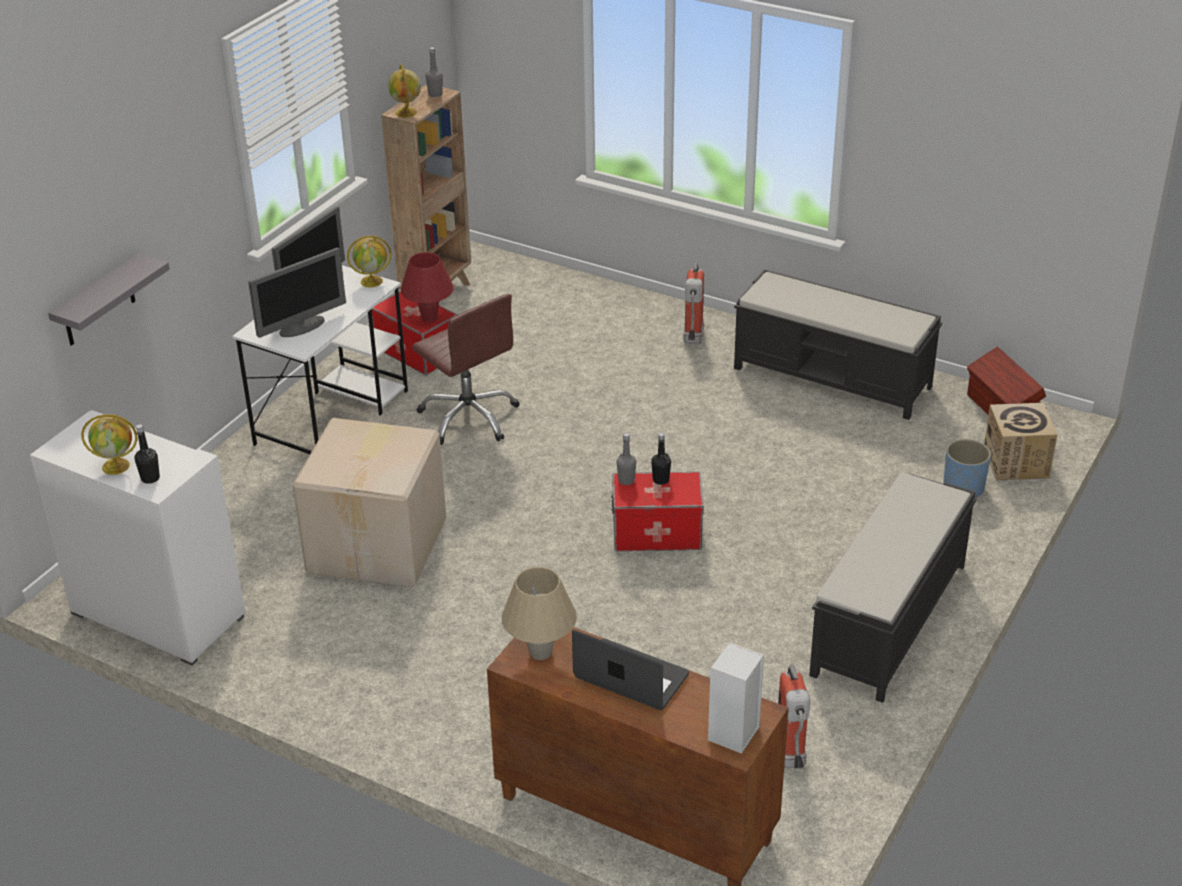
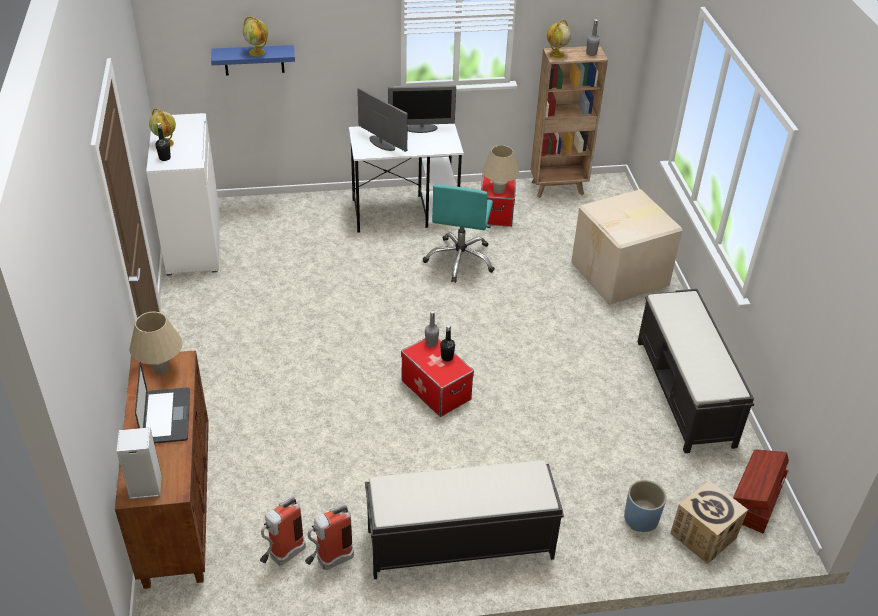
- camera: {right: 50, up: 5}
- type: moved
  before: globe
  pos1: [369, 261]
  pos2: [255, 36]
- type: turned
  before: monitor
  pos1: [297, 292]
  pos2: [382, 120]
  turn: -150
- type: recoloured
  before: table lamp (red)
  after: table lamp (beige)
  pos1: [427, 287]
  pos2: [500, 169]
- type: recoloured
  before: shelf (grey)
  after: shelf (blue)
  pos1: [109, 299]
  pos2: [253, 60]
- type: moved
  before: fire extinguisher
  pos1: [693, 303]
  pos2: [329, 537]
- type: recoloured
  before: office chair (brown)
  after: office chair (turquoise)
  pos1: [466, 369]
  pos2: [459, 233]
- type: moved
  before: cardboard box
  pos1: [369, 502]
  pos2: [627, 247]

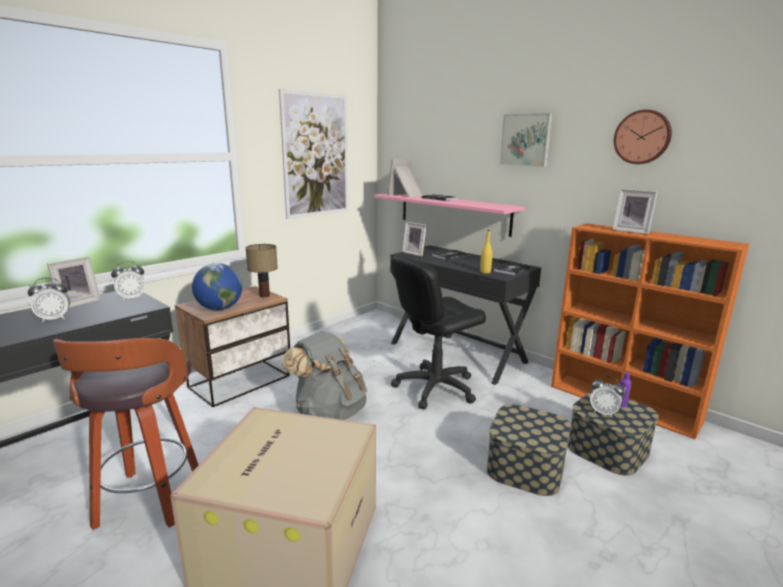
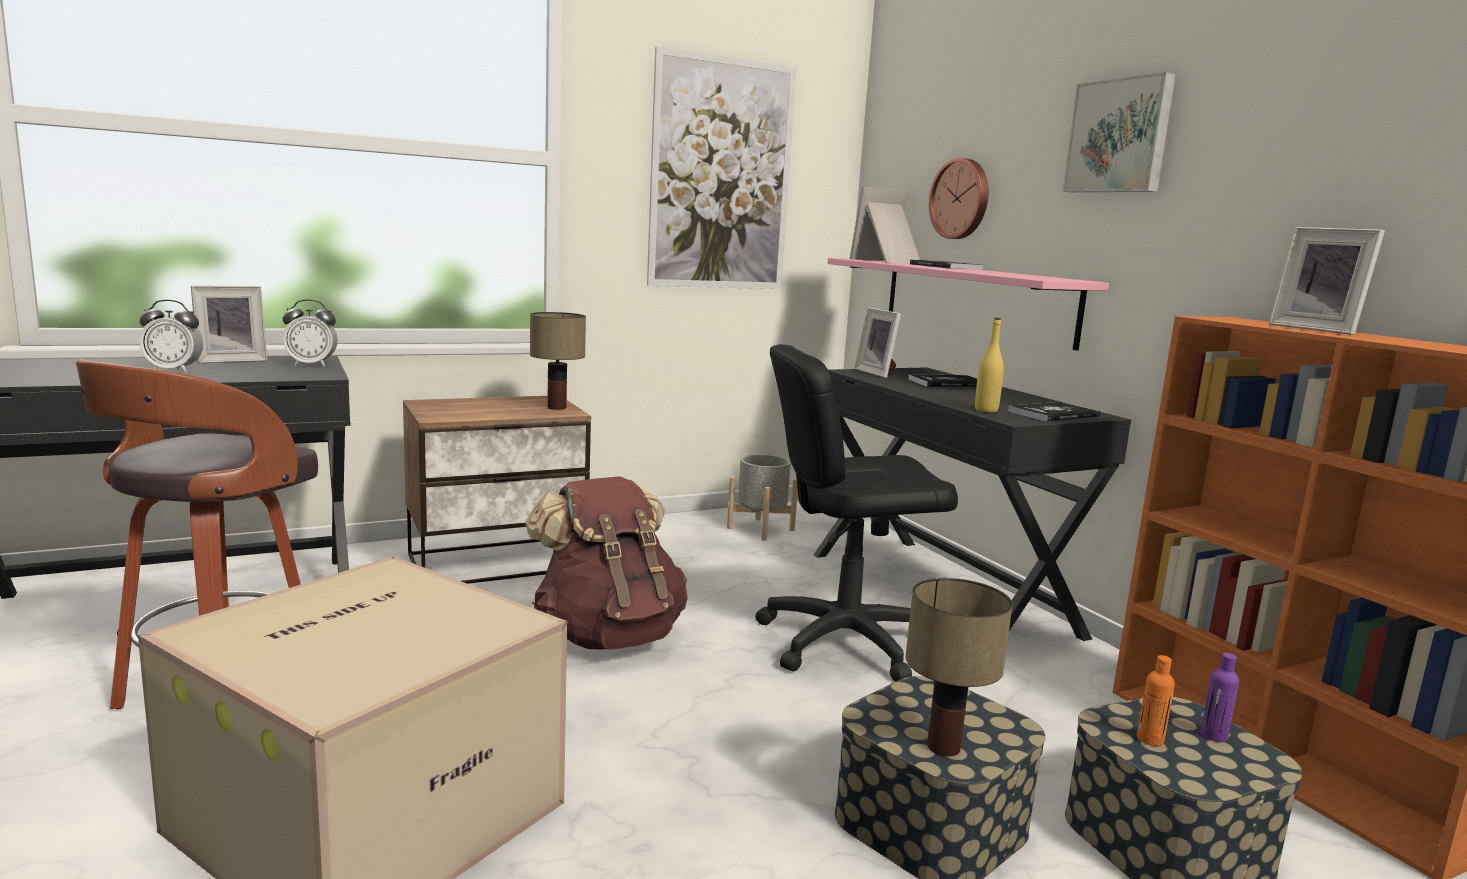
- camera: {right: 20, up: -5}
- type: moved
  before: wall clock
  pos1: [643, 136]
  pos2: [958, 198]
- type: removed
  before: globe
  pos1: [217, 286]
- type: recoloured
  before: backpack (grey)
  after: backpack (brown)
  pos1: [324, 375]
  pos2: [607, 563]
- type: replaced
  before: alarm clock
  after: bottle (orange)
  pos1: [607, 396]
  pos2: [1156, 700]
- type: added
  after: planter (grey)
  pos2: [762, 497]
- type: added
  after: table lamp
  pos2: [959, 667]

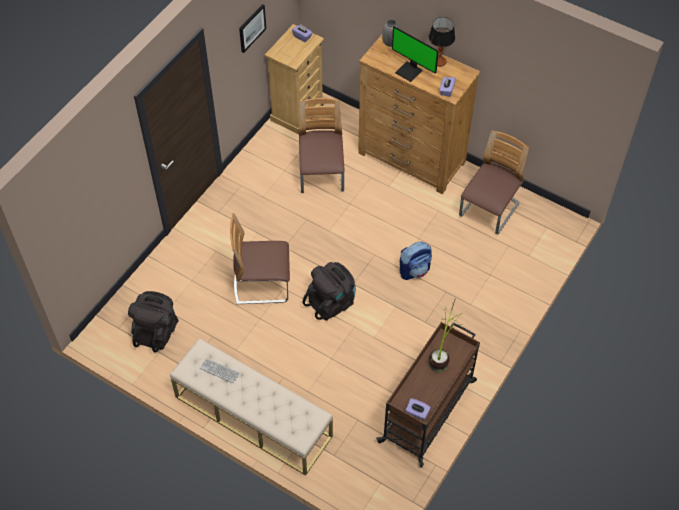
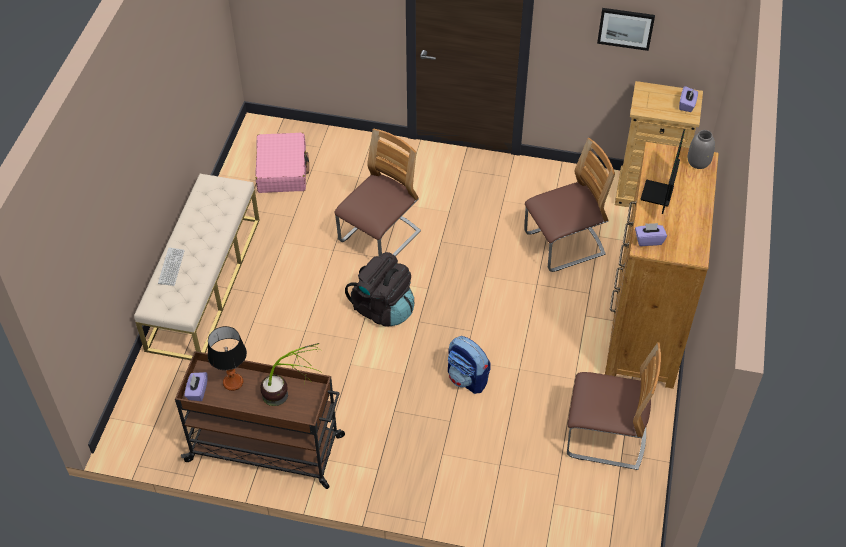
- camera: {right: 70, up: -5}
- type: moved
  before: table lamp
  pos1: [442, 42]
  pos2: [227, 358]
- type: turned
  before: chair
  pos1: [260, 258]
  pos2: [377, 192]
  turn: 60
- type: replaced
  before: backpack (black)
  after: suitcase (pink)
  pos1: [153, 321]
  pos2: [282, 162]
- type: moved
  before: keyboard
  pos1: [220, 370]
  pos2: [171, 267]

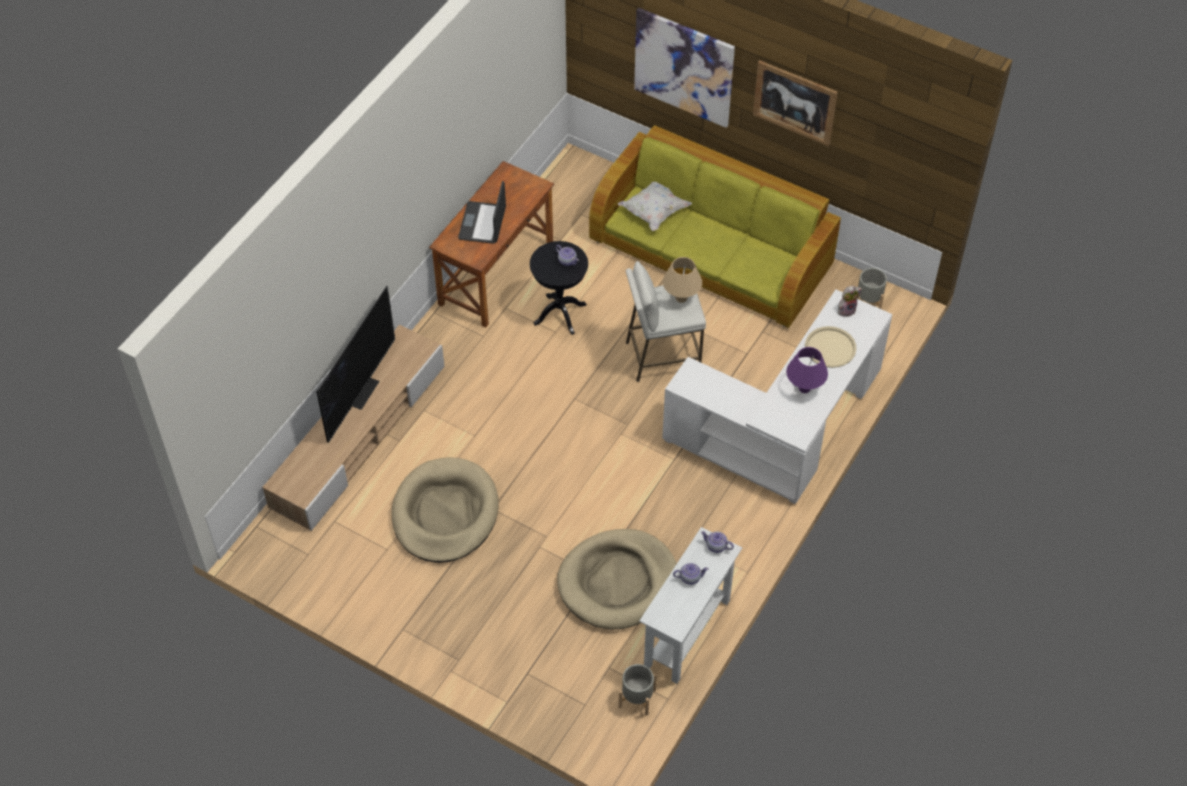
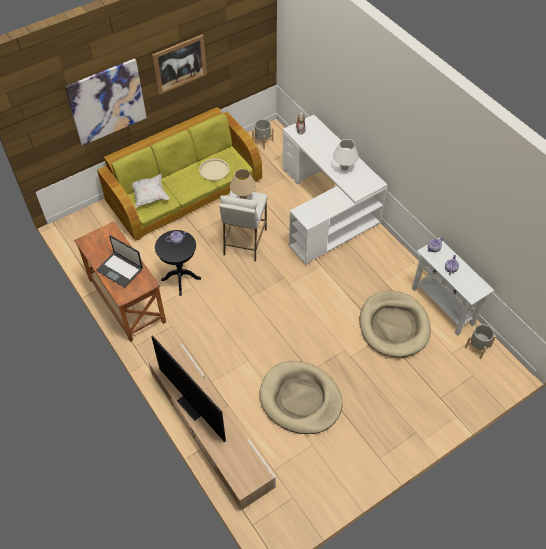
- camera: {right: -65, up: 0}
- type: moved
  before: tray (beige)
  pos1: [830, 347]
  pos2: [214, 169]
- type: recoloured
  before: table lamp (purple)
  after: table lamp (white)
  pos1: [807, 370]
  pos2: [346, 155]

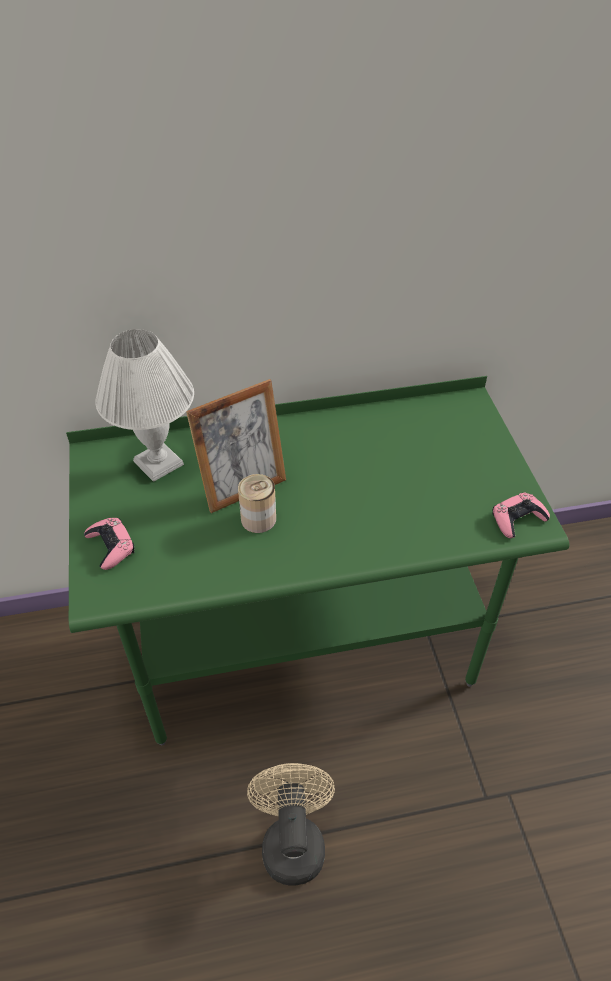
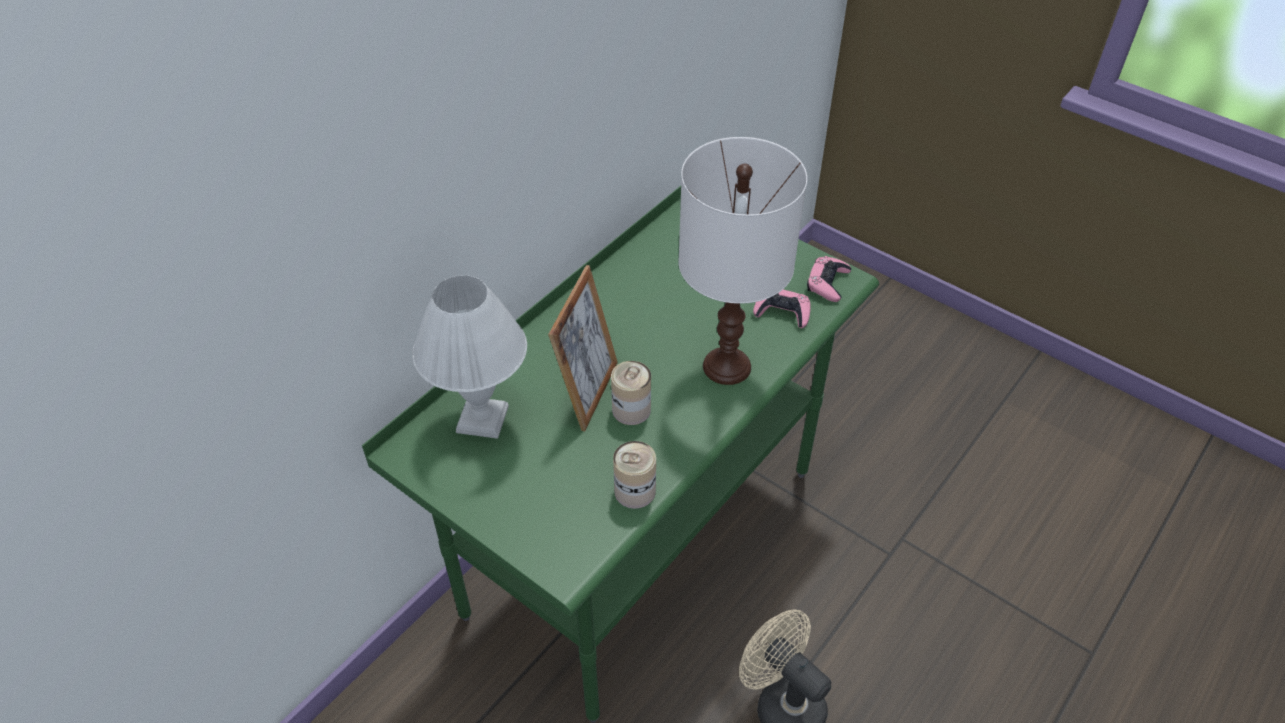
- camera: {right: -40, up: 0}
- type: moved
  before: game controller (pink)
  pos1: [109, 544]
  pos2: [781, 309]
- type: added
  after: table lamp (white)
  pos2: [742, 261]
- type: added
  after: can
  pos2: [634, 475]

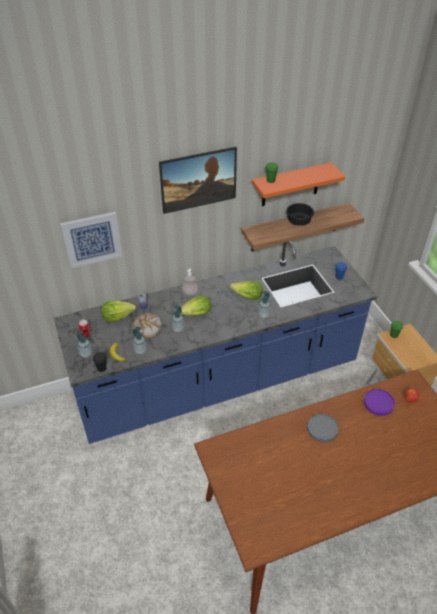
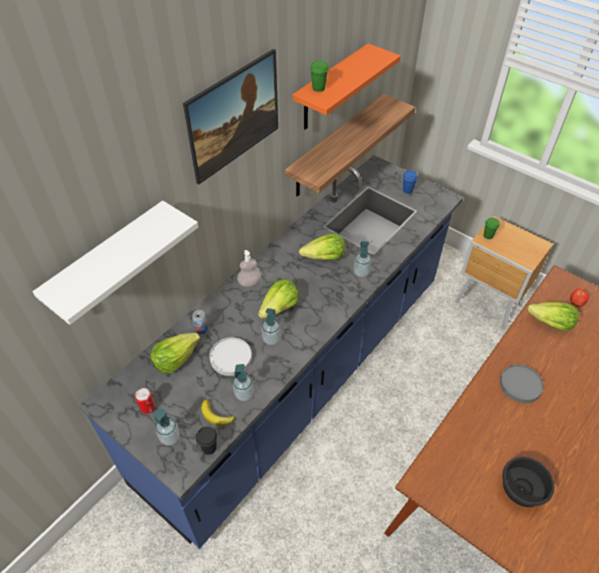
- camera: {right: -30, up: 5}
- type: moved
  before: bowl (black)
  pos1: [300, 214]
  pos2: [528, 482]
- type: replaced
  before: picture
  after: shelf (white)
  pos1: [91, 240]
  pos2: [115, 263]
- type: replaced
  before: bread
  after: plate (white)
  pos1: [147, 326]
  pos2: [231, 356]
- type: replaced
  before: plate (purple)
  after: lettuce
  pos1: [379, 402]
  pos2: [553, 316]

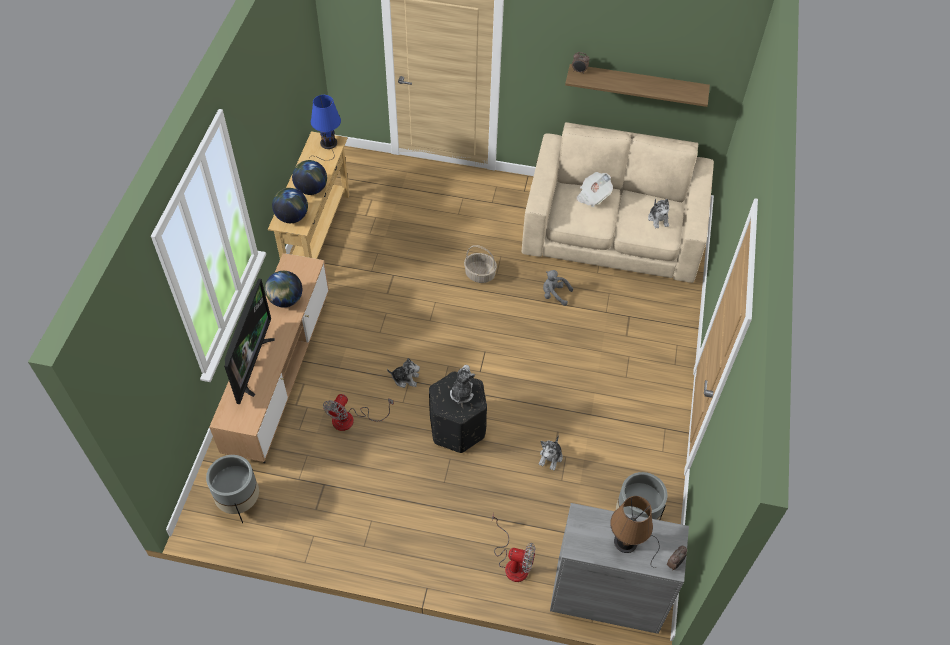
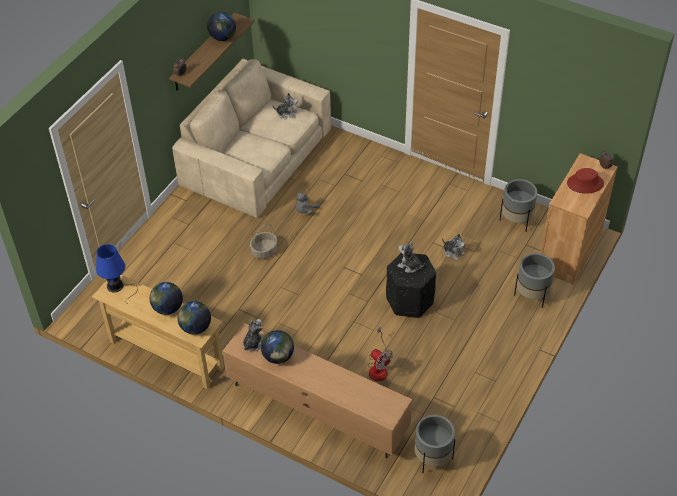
- camera: {right: -70, up: -5}
- type: removed
  before: newspaper
  pos1: [594, 189]
- type: removed
  before: television
  pos1: [249, 341]
- type: moved
  before: plush toy
  pos1: [403, 373]
  pos2: [253, 335]
- type: replaced
  before: table lamp (brown)
  after: hat (red)
  pos1: [635, 532]
  pos2: [585, 181]
- type: recoloured
  before: cabinet (grey)
  after: cabinet (brown)
  pos1: [619, 568]
  pos2: [578, 219]
- type: replaced
  before: fan
  after: planter (grey)
  pos1: [513, 547]
  pos2: [534, 280]
- type: added
  after: globe
  pos2: [221, 26]

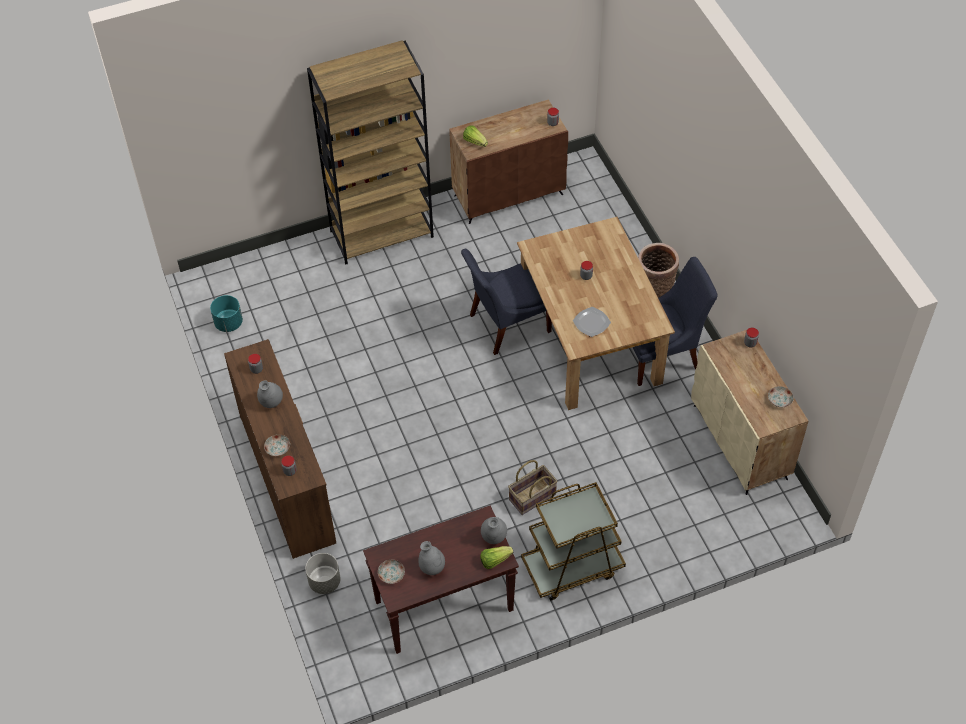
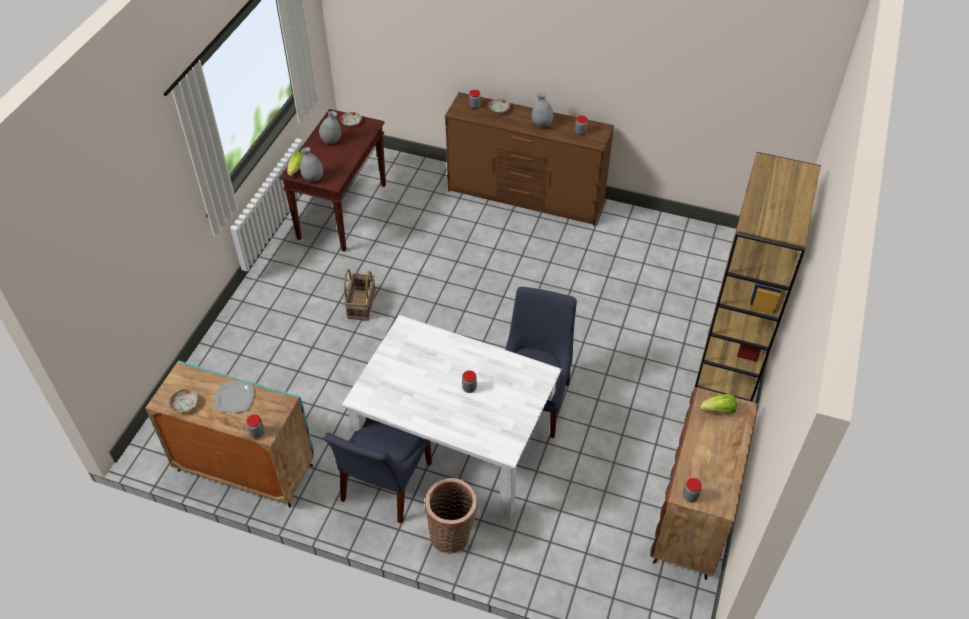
- camera: {right: 130, up: -5}
- type: recoloured
  before: dining table (brown)
  after: dining table (white)
  pos1: [596, 313]
  pos2: [452, 417]
- type: removed
  before: planter (turquoise)
  pos1: [226, 313]
- type: moved
  before: plate
  pos1: [592, 322]
  pos2: [234, 397]
- type: recoloured
  before: cabinet (beige)
  after: cabinet (turquoise)
  pos1: [749, 412]
  pos2: [229, 433]
- type: removed
  before: cart (brown)
  pos1: [573, 541]
- type: removed
  before: planter (grey)
  pos1: [323, 573]

